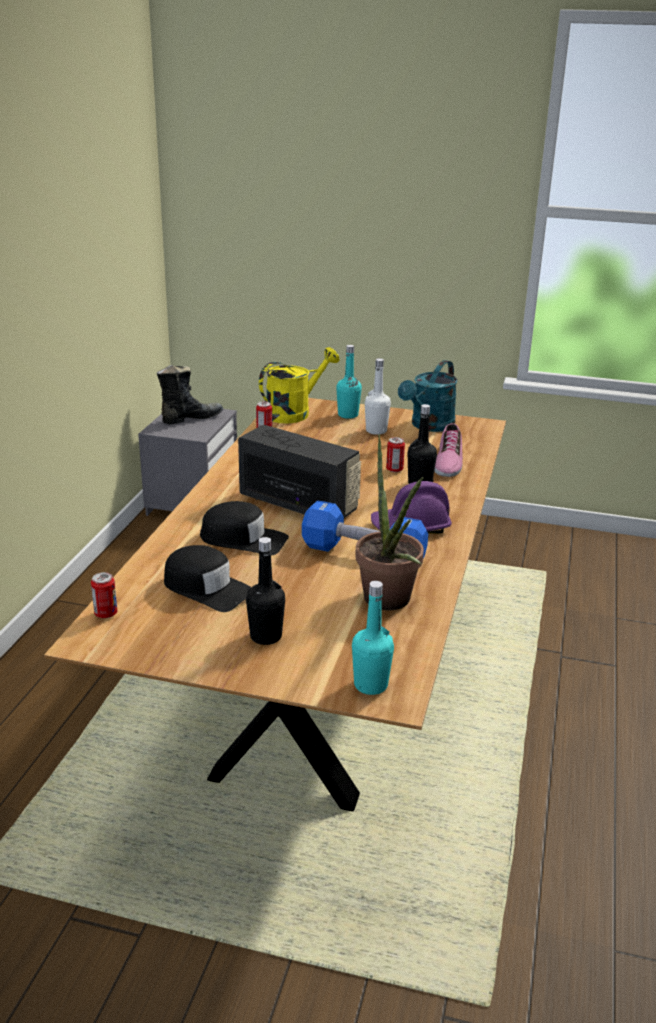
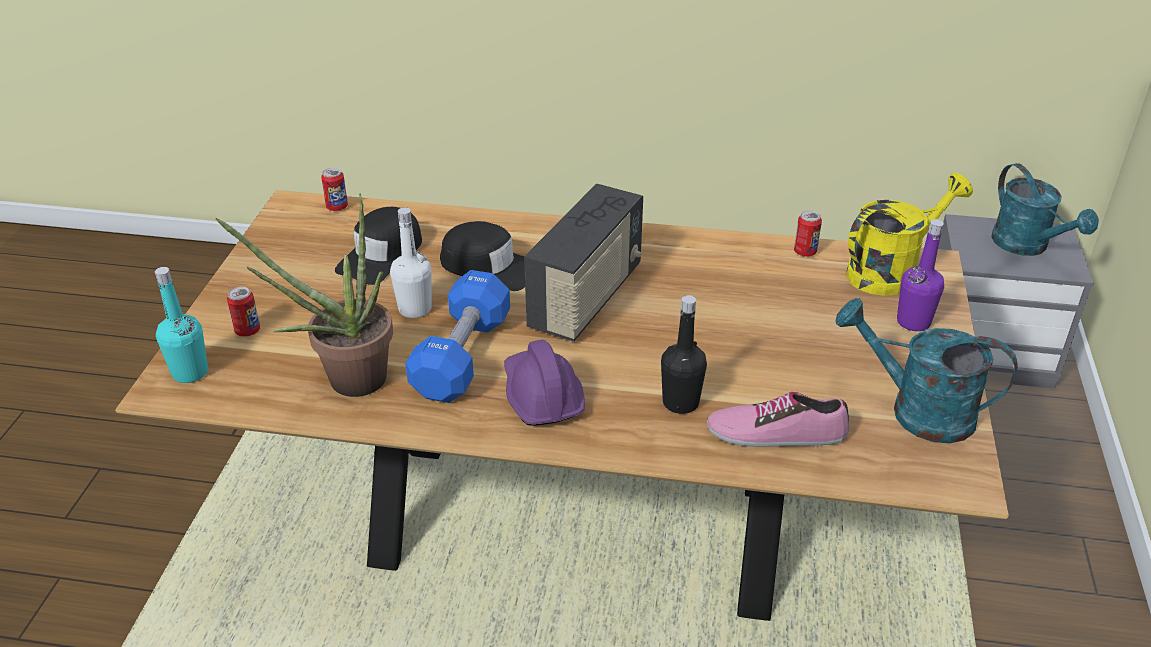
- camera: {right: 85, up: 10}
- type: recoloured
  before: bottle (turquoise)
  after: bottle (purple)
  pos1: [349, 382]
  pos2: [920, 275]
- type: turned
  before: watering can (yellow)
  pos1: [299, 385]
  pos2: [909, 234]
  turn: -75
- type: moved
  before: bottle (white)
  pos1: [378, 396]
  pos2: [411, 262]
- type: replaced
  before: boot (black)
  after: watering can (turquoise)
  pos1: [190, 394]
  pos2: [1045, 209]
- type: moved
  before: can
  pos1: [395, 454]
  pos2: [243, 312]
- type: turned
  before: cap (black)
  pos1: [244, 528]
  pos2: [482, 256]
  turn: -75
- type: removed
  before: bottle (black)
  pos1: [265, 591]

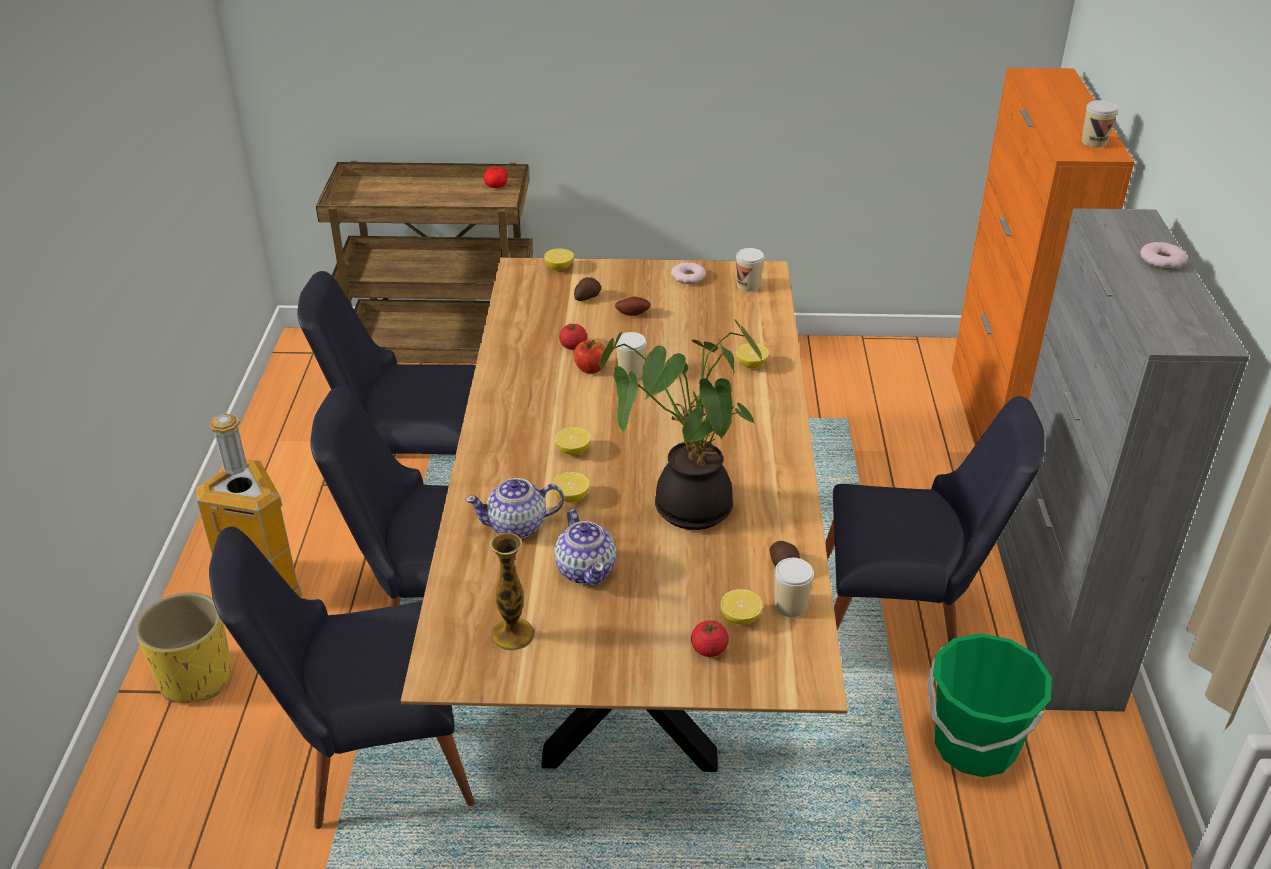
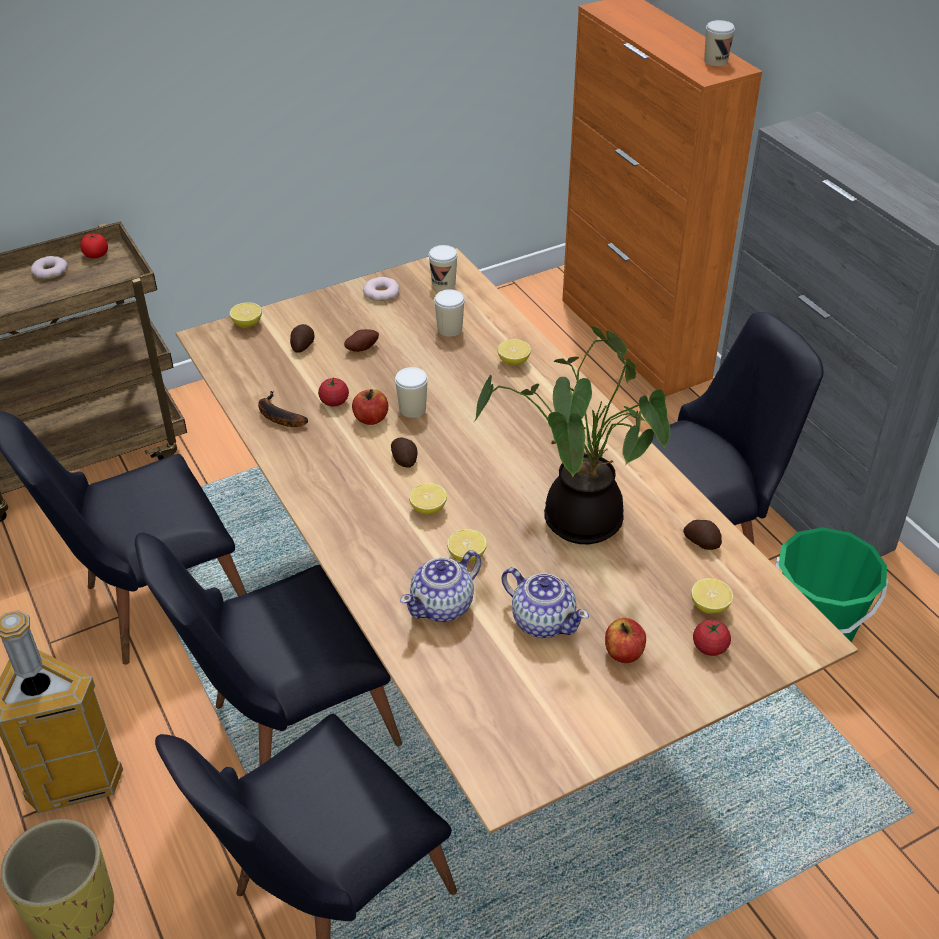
- camera: {right: -30, up: 5}
- type: moved
  before: donut
  pos1: [1164, 255]
  pos2: [49, 267]
- type: removed
  before: vase
  pos1: [512, 592]
- type: moved
  before: cup
  pos1: [794, 587]
  pos2: [449, 313]
- type: added
  after: banana
  pos2: [283, 409]
- type: added
  after: potato
  pos2: [404, 452]
- type: added
  after: apple
  pos2: [625, 640]

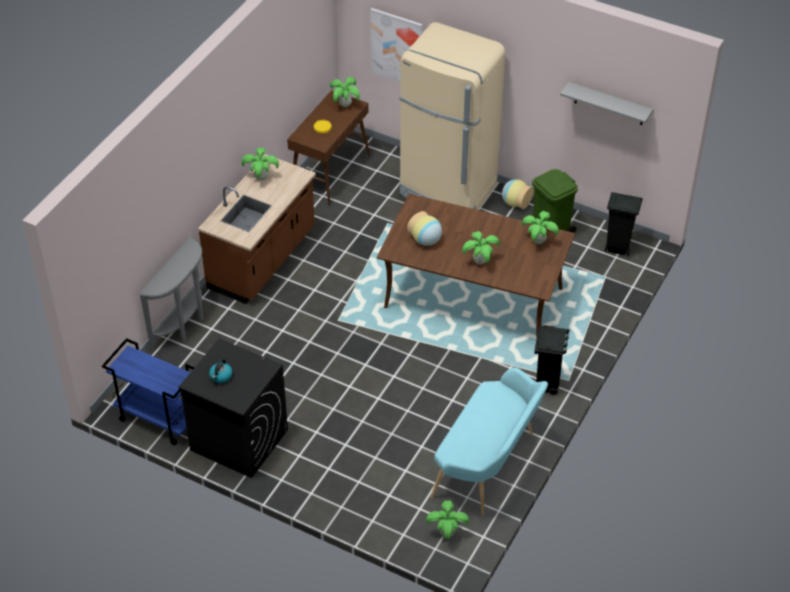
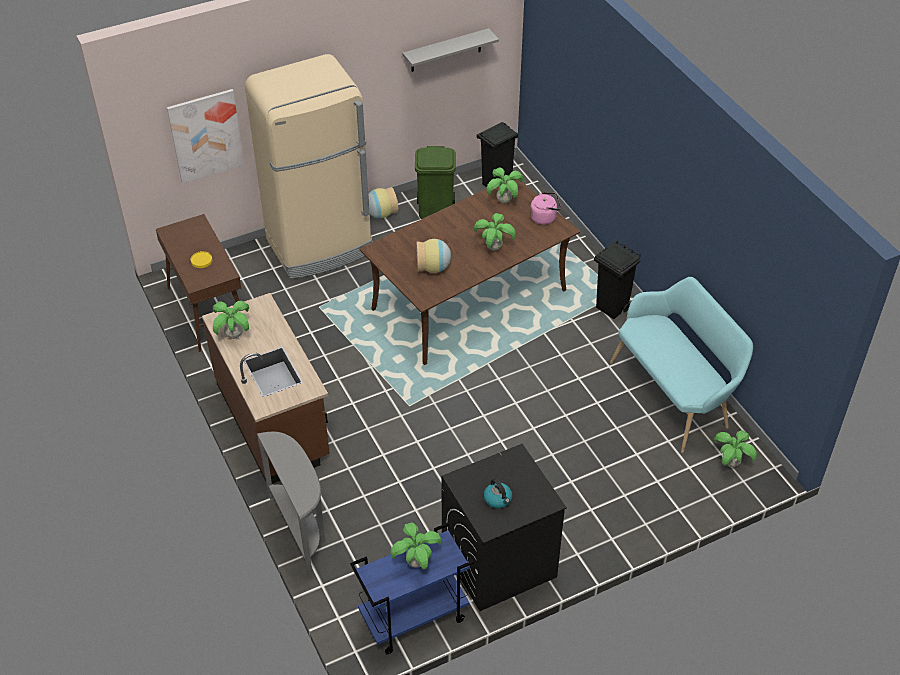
- camera: {right: -55, up: 0}
- type: moved
  before: potted plant
  pos1: [345, 92]
  pos2: [416, 546]
- type: added
  after: kettle (pink)
  pos2: [545, 208]

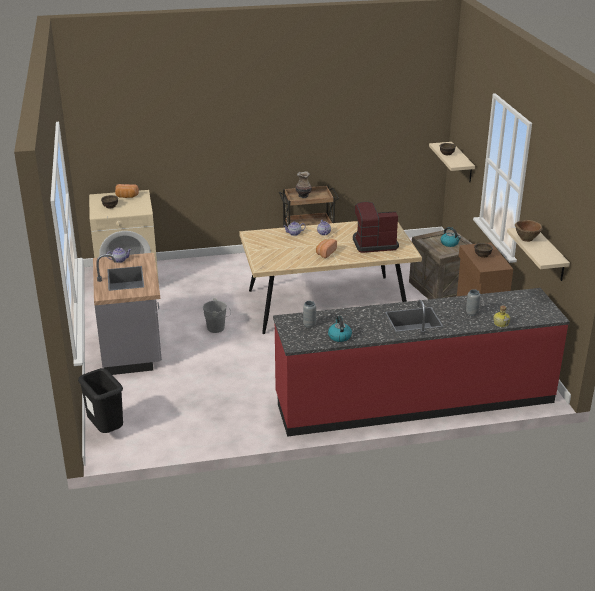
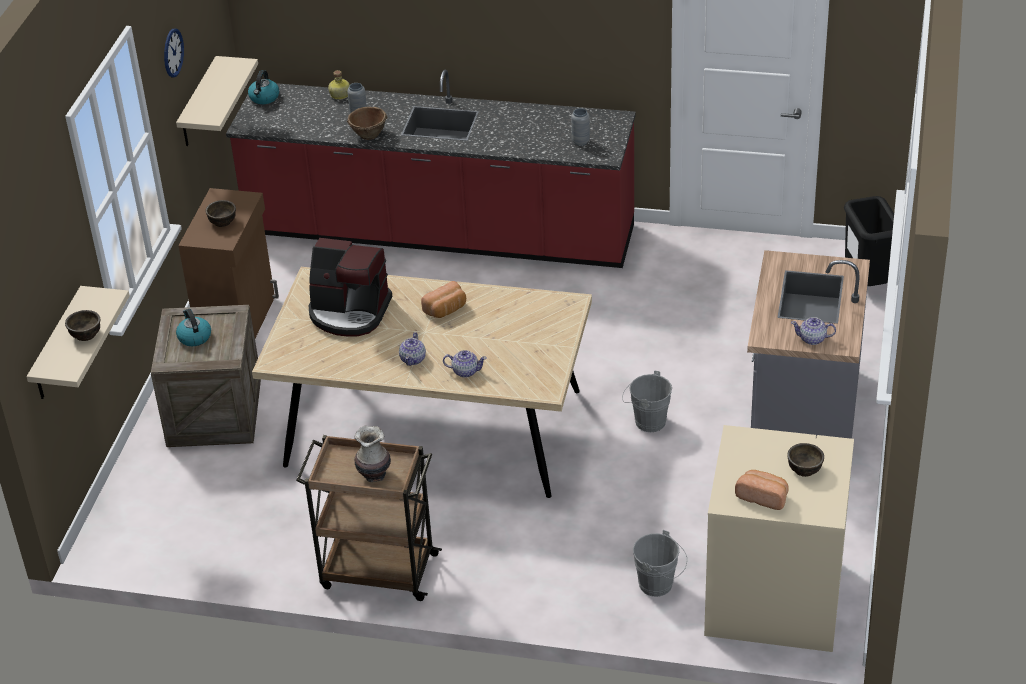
- camera: {right: -155, up: 10}
- type: moved
  before: bowl (brown)
  pos1: [528, 231]
  pos2: [367, 123]
- type: moved
  before: kettle
  pos1: [340, 329]
  pos2: [263, 87]
- type: added
  after: wall clock
  pos2: [174, 52]
- type: added
  after: bucket (grey)
  pos2: [660, 563]

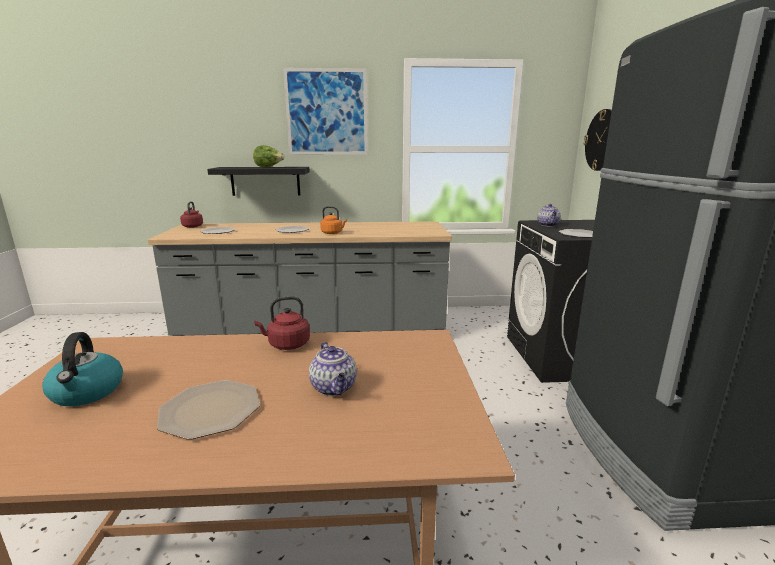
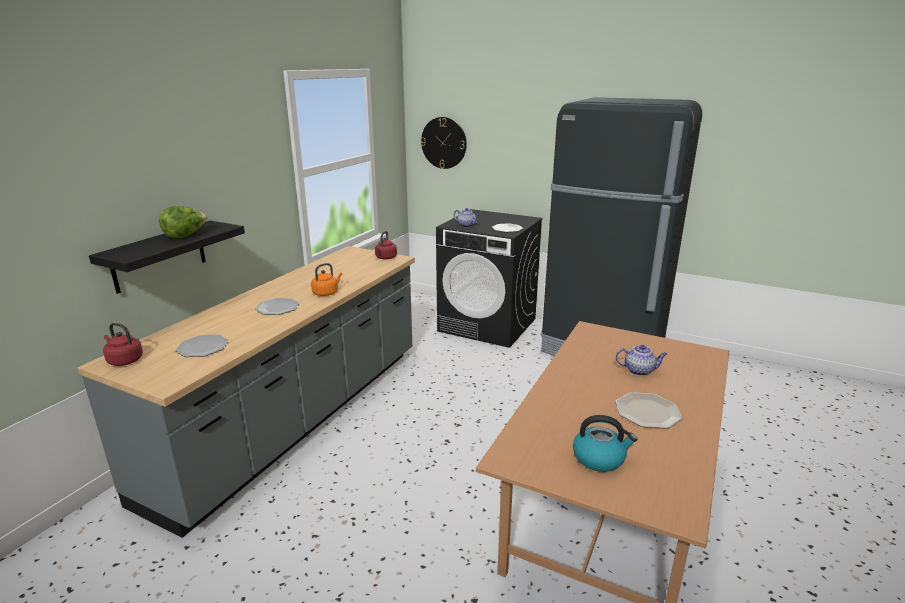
- camera: {right: -60, up: 5}
- type: removed
  before: picture
  pos1: [325, 111]
- type: moved
  before: kettle (red)
  pos1: [282, 323]
  pos2: [386, 245]

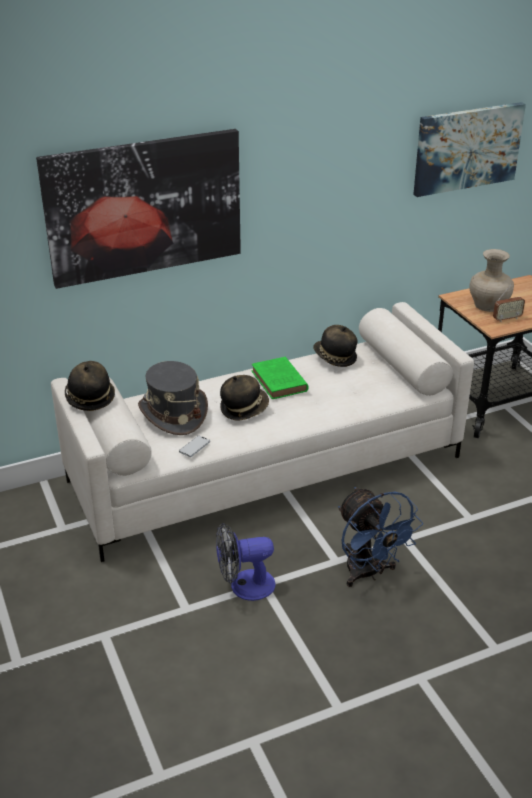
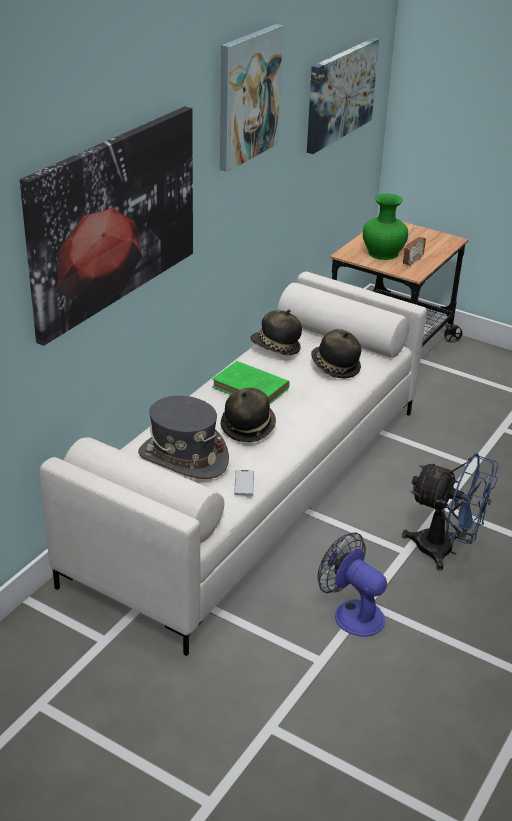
- camera: {right: -35, up: 0}
- type: recoloured
  before: vase (beige)
  after: vase (green)
  pos1: [491, 280]
  pos2: [385, 227]
- type: moved
  before: hat
  pos1: [90, 386]
  pos2: [336, 354]
- type: turned
  before: fan
  pos1: [245, 562]
  pos2: [352, 584]
  turn: 90
- type: added
  after: picture
  pos2: [251, 98]

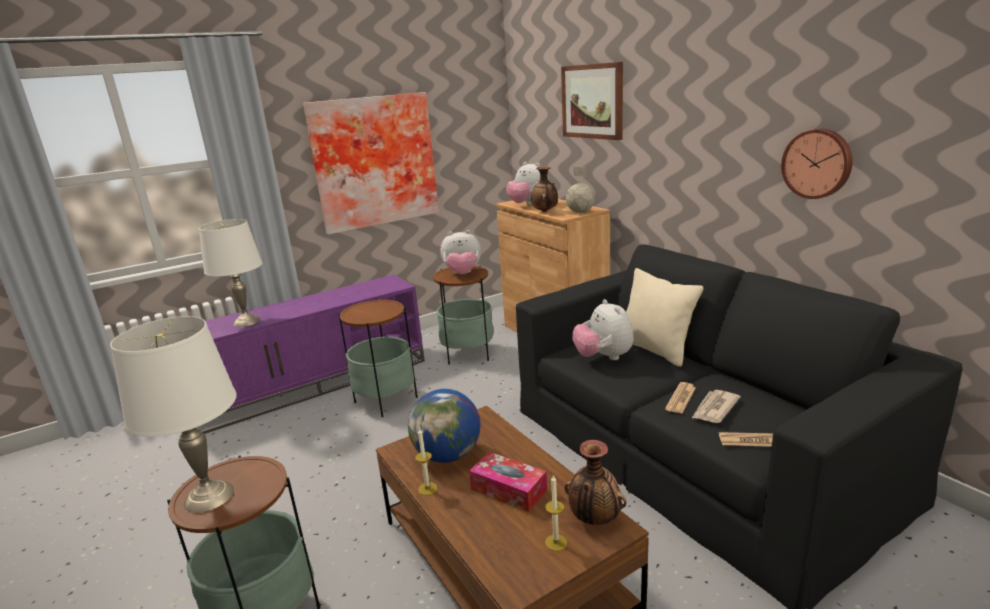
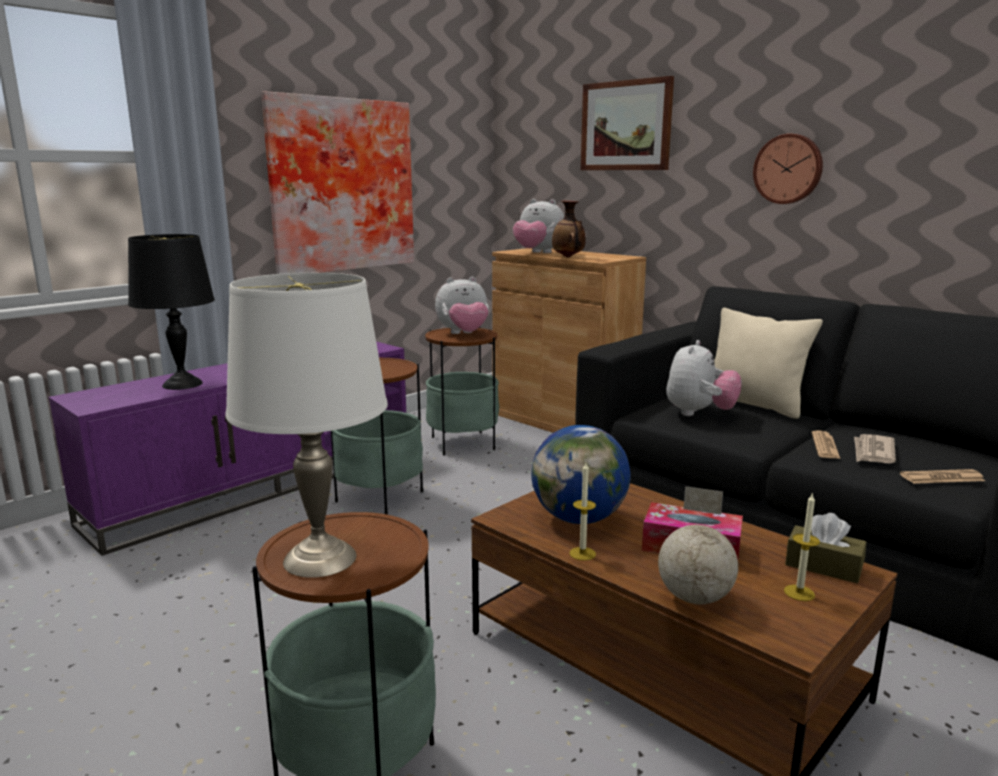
- camera: {right: -15, up: -5}
- type: moved
  before: wall clock
  pos1: [817, 164]
  pos2: [788, 169]
- type: moved
  before: globe
  pos1: [580, 190]
  pos2: [698, 545]
- type: recoloured
  before: table lamp (white)
  after: table lamp (black)
  pos1: [230, 273]
  pos2: [171, 312]
- type: turned
  before: plush toy
  pos1: [603, 329]
  pos2: [704, 378]
  turn: -120
- type: replaced
  before: vase
  after: tissue box (brown)
  pos1: [595, 482]
  pos2: [825, 548]

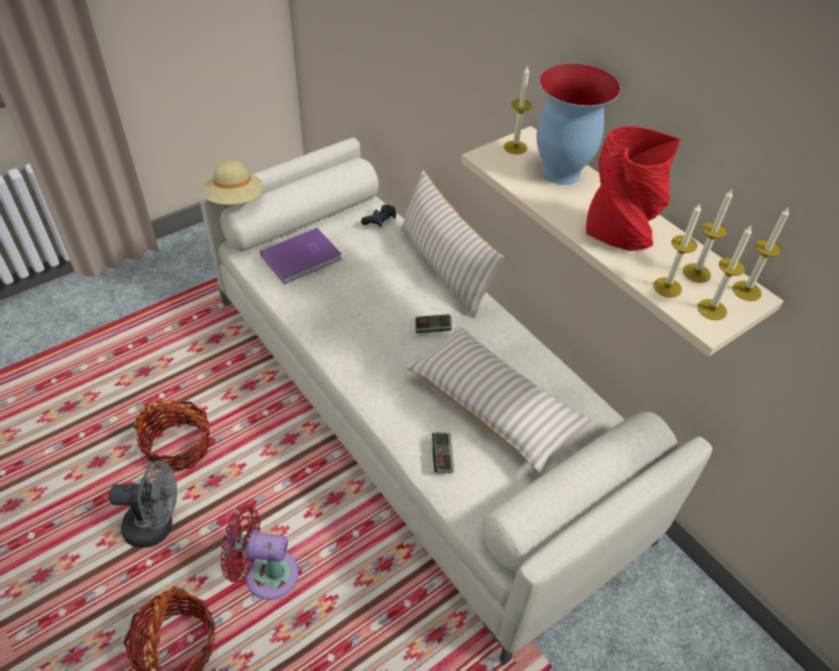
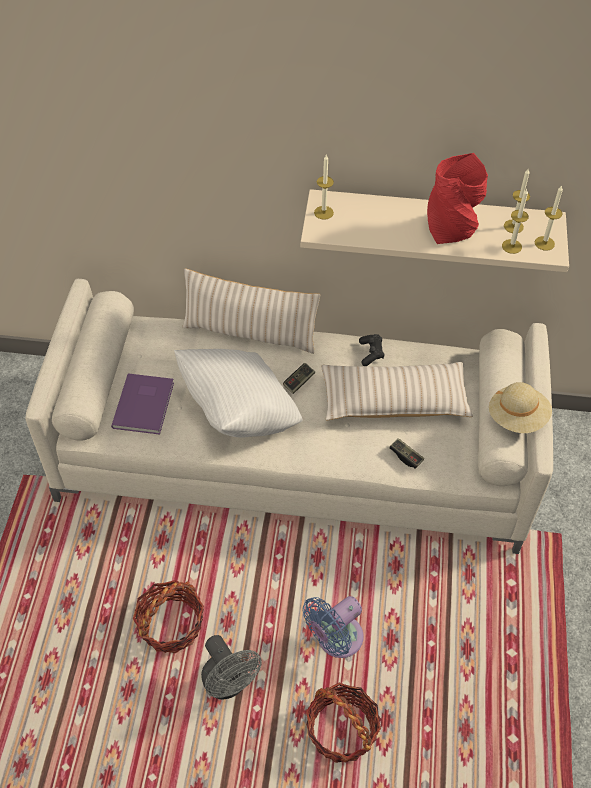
- camera: {right: -45, up: 5}
- type: removed
  before: vase
  pos1: [579, 124]
- type: moved
  before: hat (beige)
  pos1: [233, 182]
  pos2: [520, 407]
- type: moved
  before: game controller (black)
  pos1: [378, 216]
  pos2: [371, 350]
- type: removed
  before: candle
  pos1: [761, 254]
- type: turned
  before: fan (grey)
  pos1: [143, 504]
  pos2: [231, 667]
  turn: 105
- type: recoloured
  before: fan (red)
  after: fan (blue)
  pos1: [260, 552]
  pos2: [333, 627]
- type: added
  after: pillow (white)
  pos2: [238, 393]

